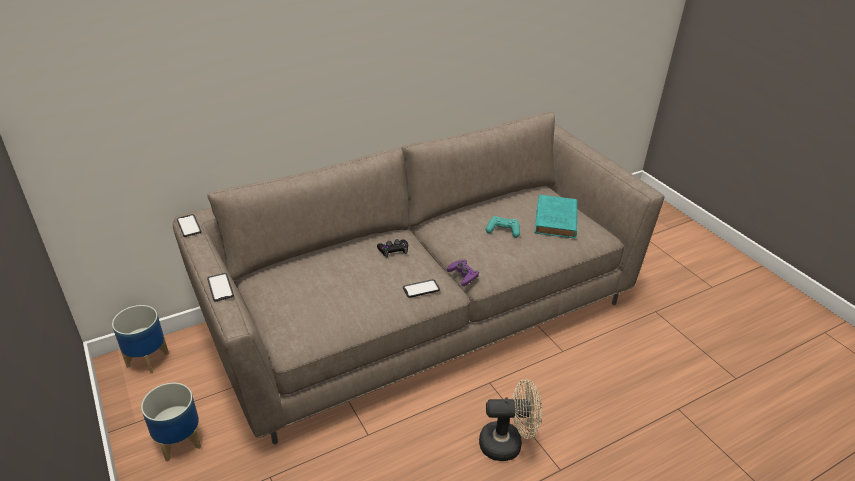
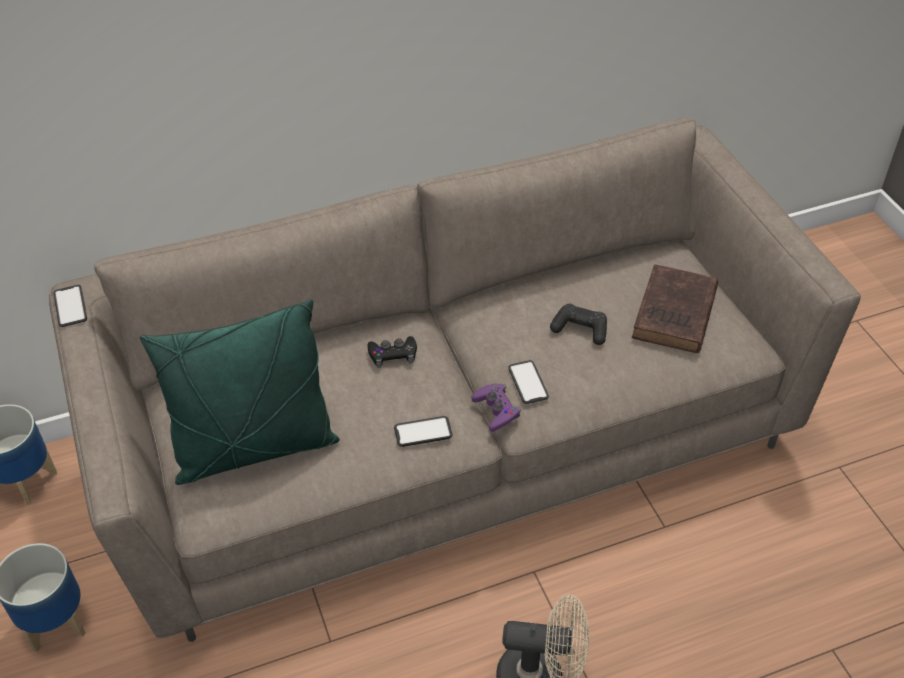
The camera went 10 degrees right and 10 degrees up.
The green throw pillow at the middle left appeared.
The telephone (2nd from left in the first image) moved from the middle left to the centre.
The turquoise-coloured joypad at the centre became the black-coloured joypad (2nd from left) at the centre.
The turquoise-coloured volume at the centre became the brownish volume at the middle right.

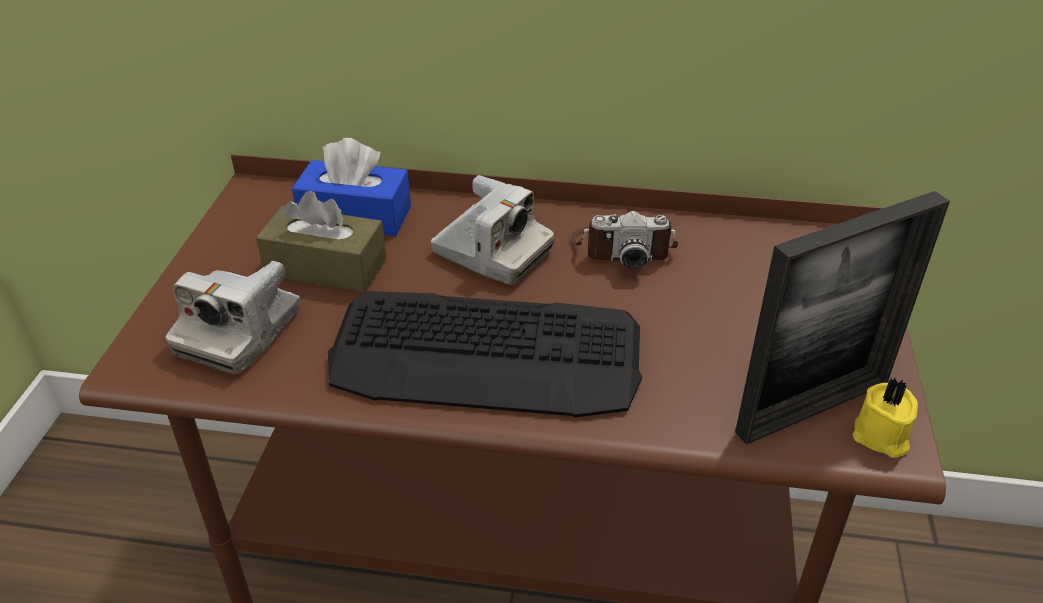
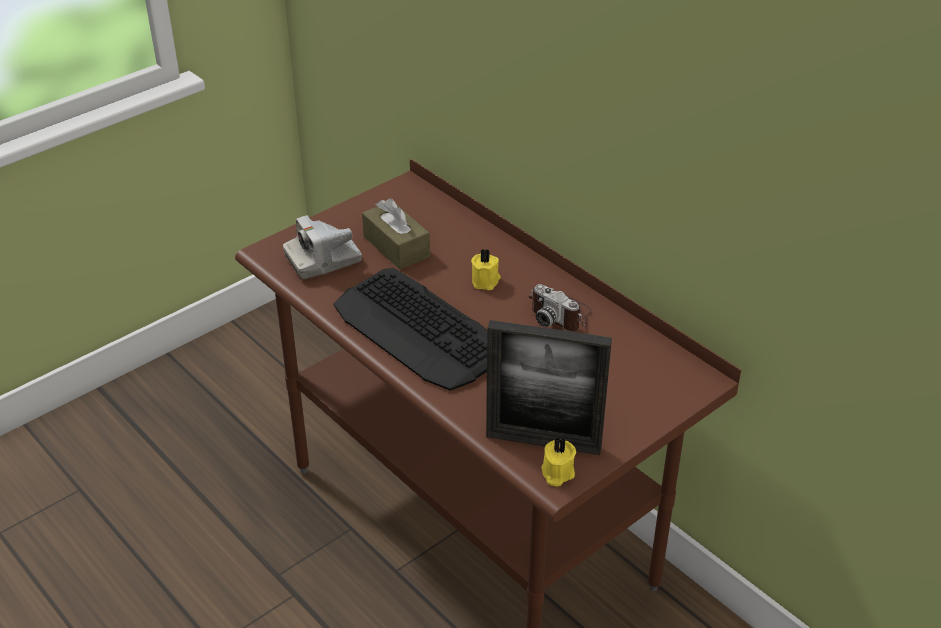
The camera went 40 degrees right and 0 degrees up.
The blue-coloured tissue holder at the top centre disappeared.
The photo camera (2nd from left) at the centre was replaced by the yellow wax light (1st from left) at the centre.

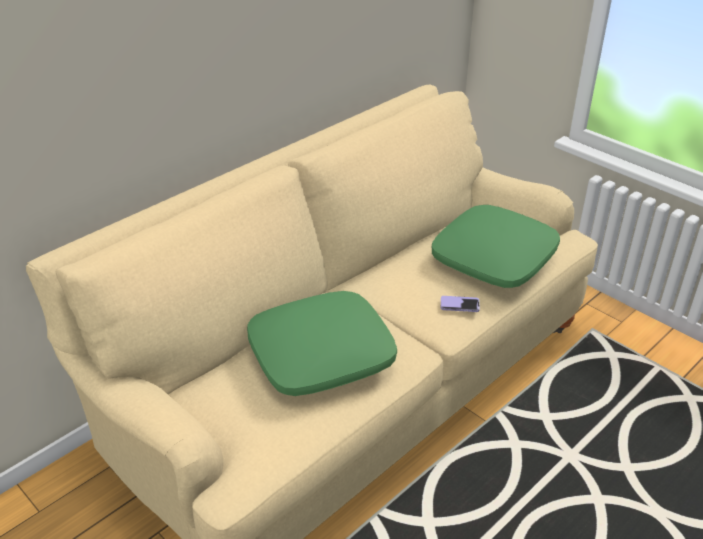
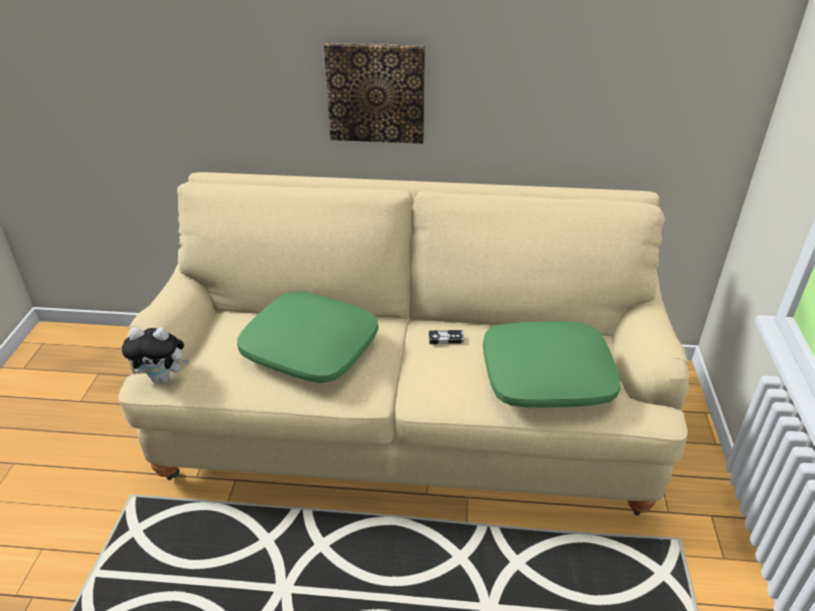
The camera went 50 degrees right and 0 degrees up.
The telephone at the centre disappeared.
The cuddly toy at the middle left appeared.
The wall picture at the top centre appeared.
The joypad at the centre appeared.

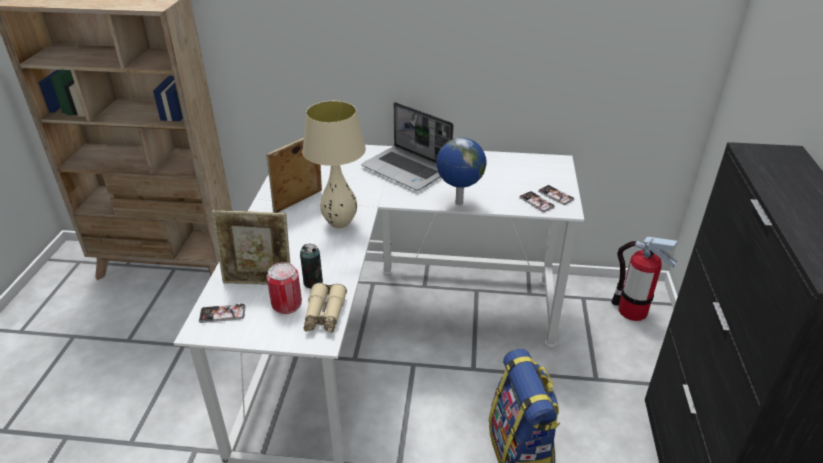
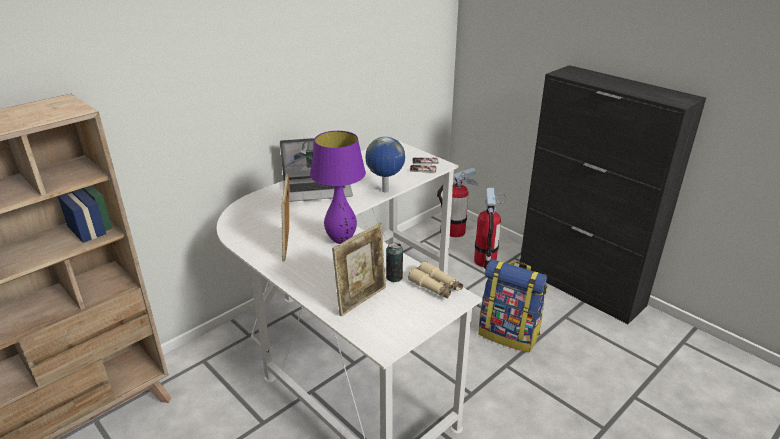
The camera went 50 degrees left and 5 degrees down.
The telephone (1st from left) at the bottom left disappeared.
The metal can (1st from left) at the centre disappeared.
The fire-fighting cylinder (2nd from left) at the centre appeared.
The beige tabletop lamp at the centre became the purple tabletop lamp at the centre.

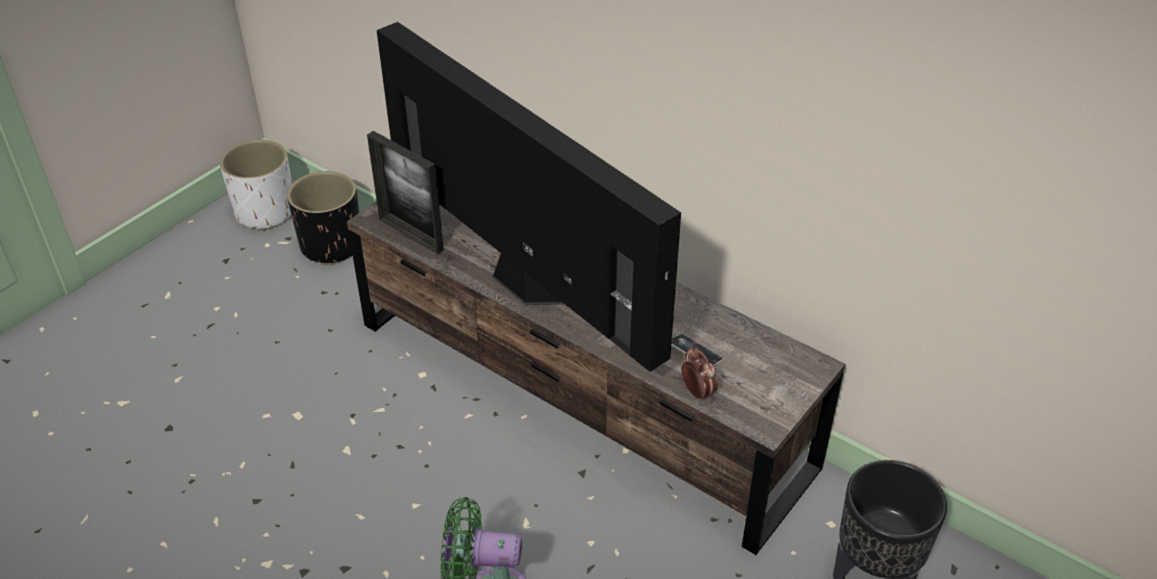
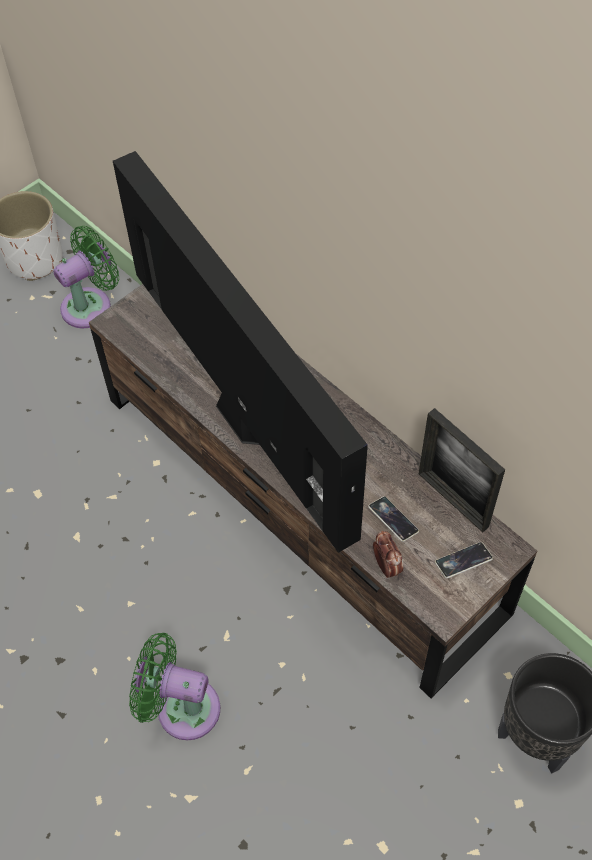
The camera went 10 degrees right and 15 degrees up.
The telephone (2nd from left) at the middle right appeared.
The standing frame moved from the top centre to the middle right.
The black-coloured plant pot (1st from left) at the middle left was replaced by the green cooling fan (1st from left) at the top left.

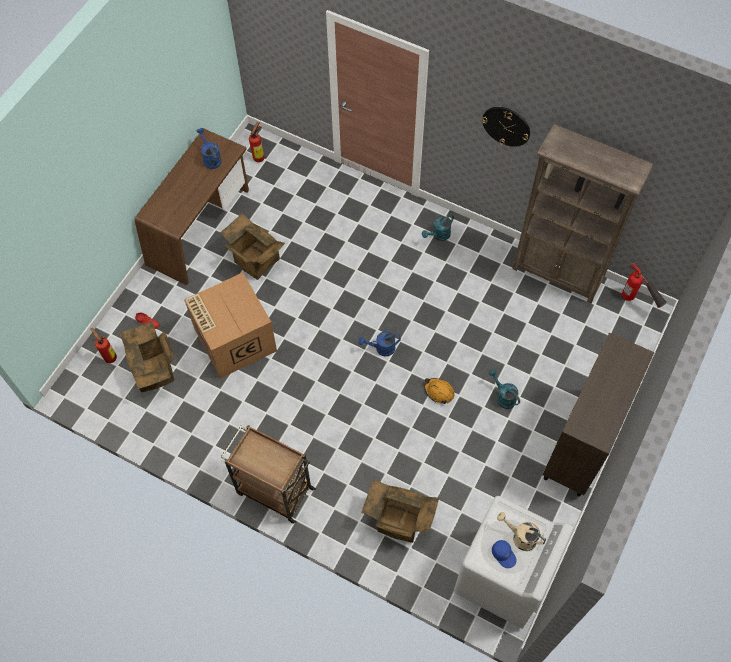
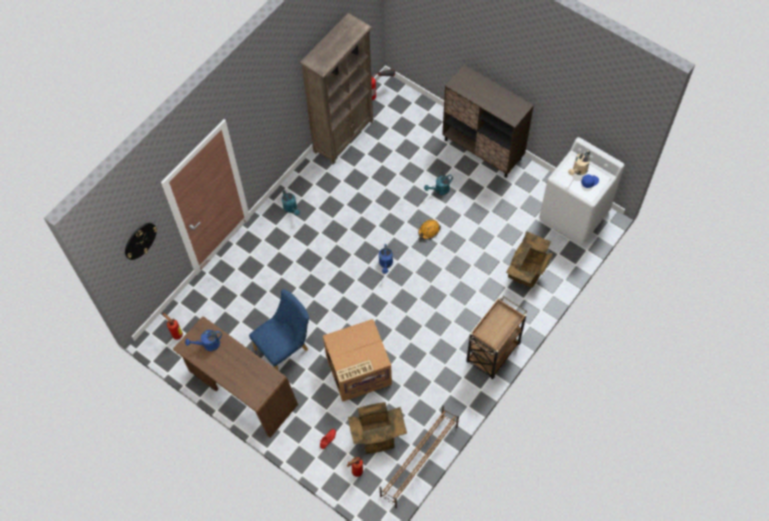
The camera went 80 degrees left and 0 degrees up.
The brownish shoe shelf at the bottom centre appeared.
The clock on the wall moved from the top right to the middle left.
The carton (3rd from left) at the centre was replaced by the blue-coloured upright chair at the centre.

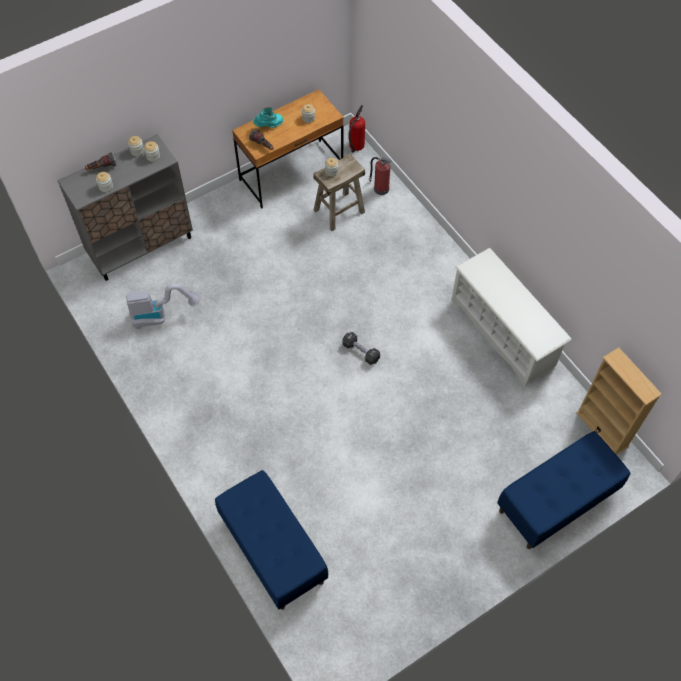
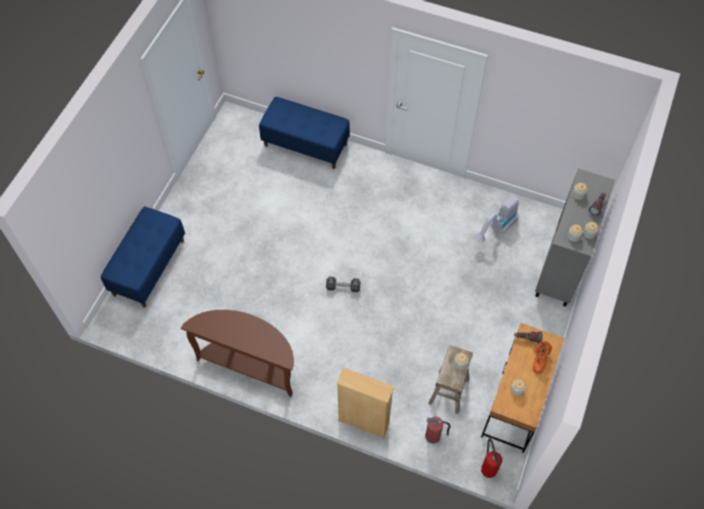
The camera went 145 degrees right and 0 degrees up.
The beige bookshelf moved from the middle right to the bottom centre.
The whitish shoe shelf at the middle right was replaced by the brownish narrow table at the bottom centre.
The turquoise-coloured high-top boot at the top centre became the orange high-top boot at the bottom right.

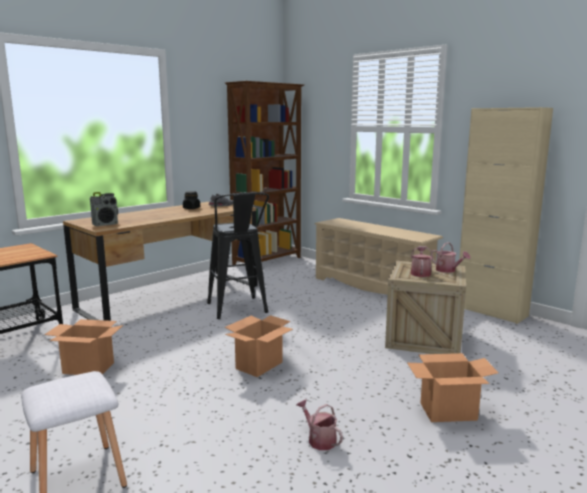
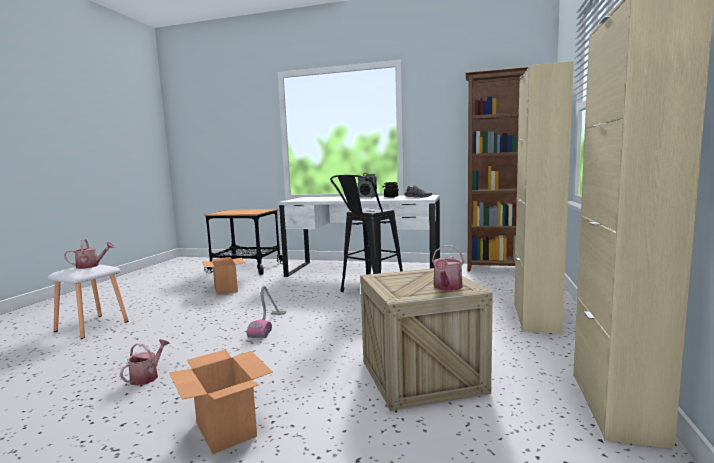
The camera went 60 degrees right and 5 degrees down.
The radio receiver moved from the middle left to the centre.
The watering pot (2nd from left in the first image) moved from the middle right to the middle left.
The carton (2nd from left) at the bottom centre was replaced by the hoover at the bottom centre.
The beige shoe shelf at the centre was replaced by the beige cabinet (1st from left) at the middle right.
The brownish desk table at the middle left became the whitish desk table at the centre.

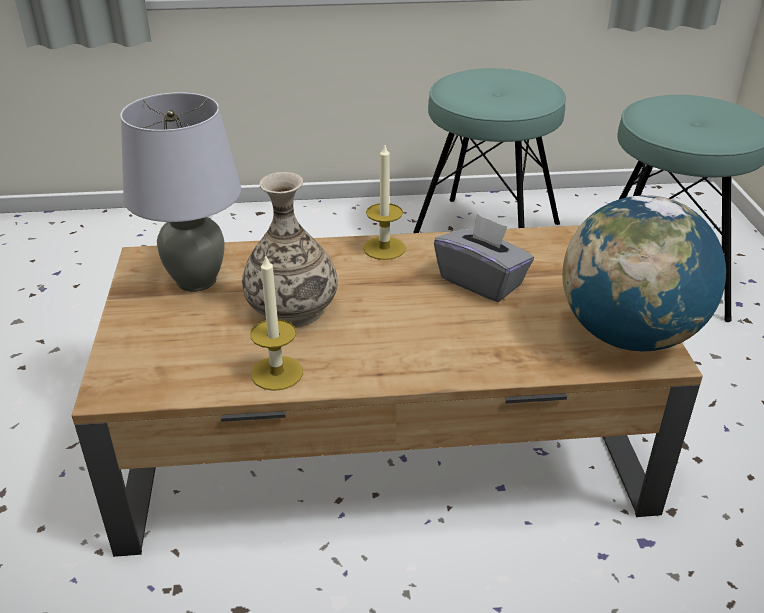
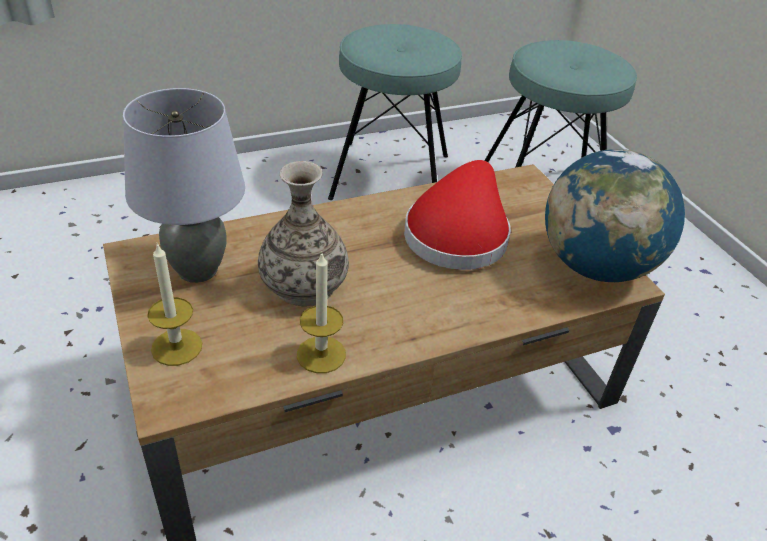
The camera went 20 degrees left and 5 degrees up.
The wax light (2nd from left in the first image) moved from the top centre to the middle left.
The gray tissue holder at the centre was replaced by the reddish wearable hat at the centre.

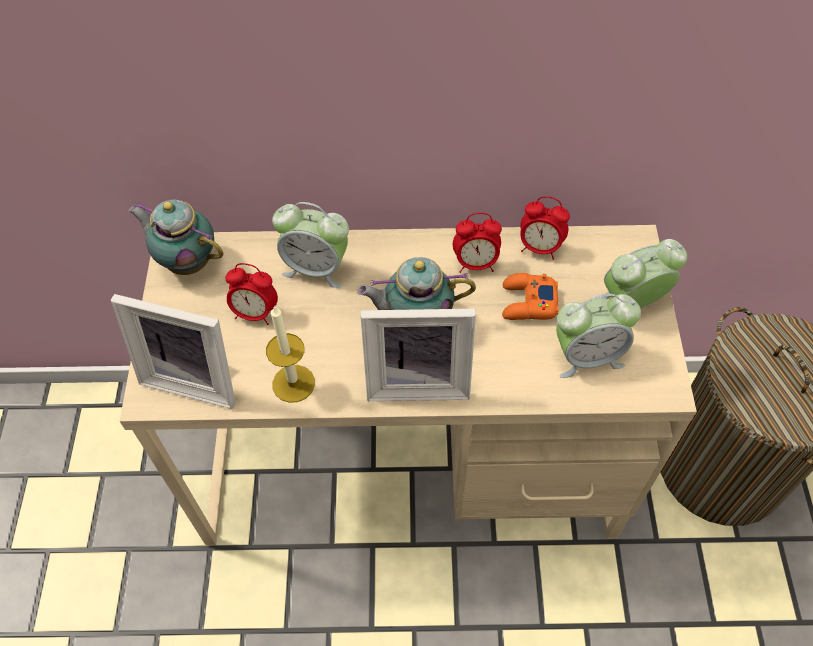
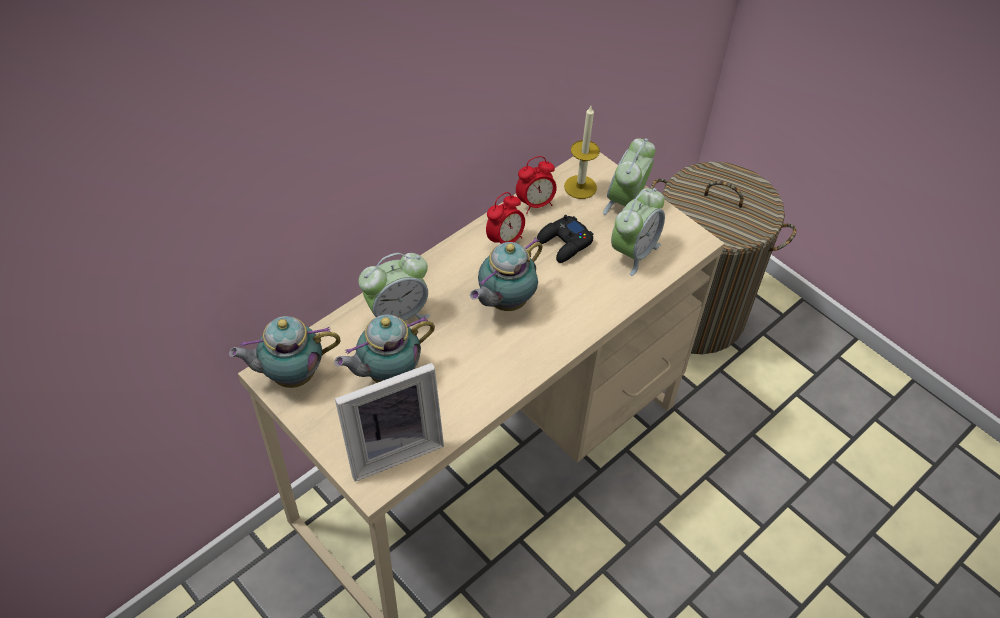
The camera went 45 degrees left and 5 degrees down.
The standing frame (2nd from left) at the centre disappeared.
The wax light moved from the centre to the top centre.
The bedside clock (1st from left) at the middle left was replaced by the pot for tea (2nd from left) at the centre.
The orange joypad at the centre became the black-coloured joypad at the centre.

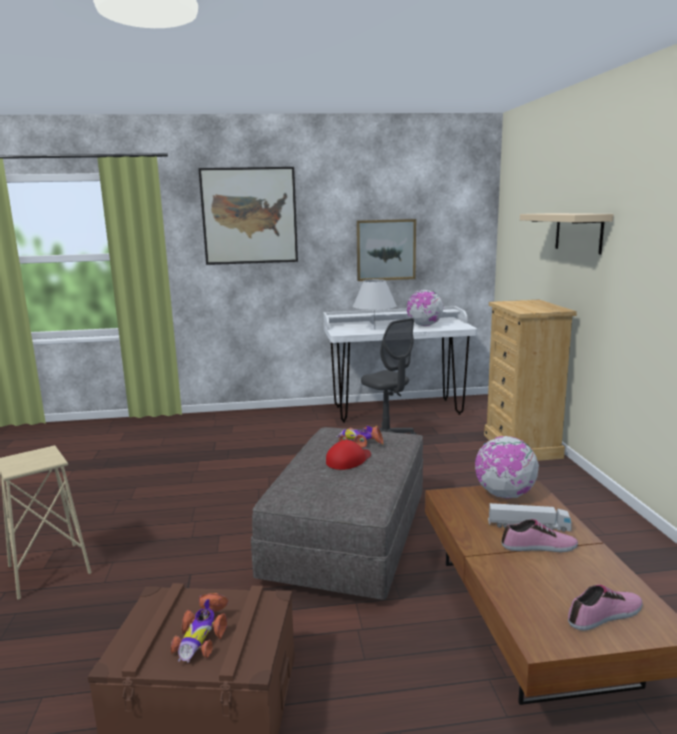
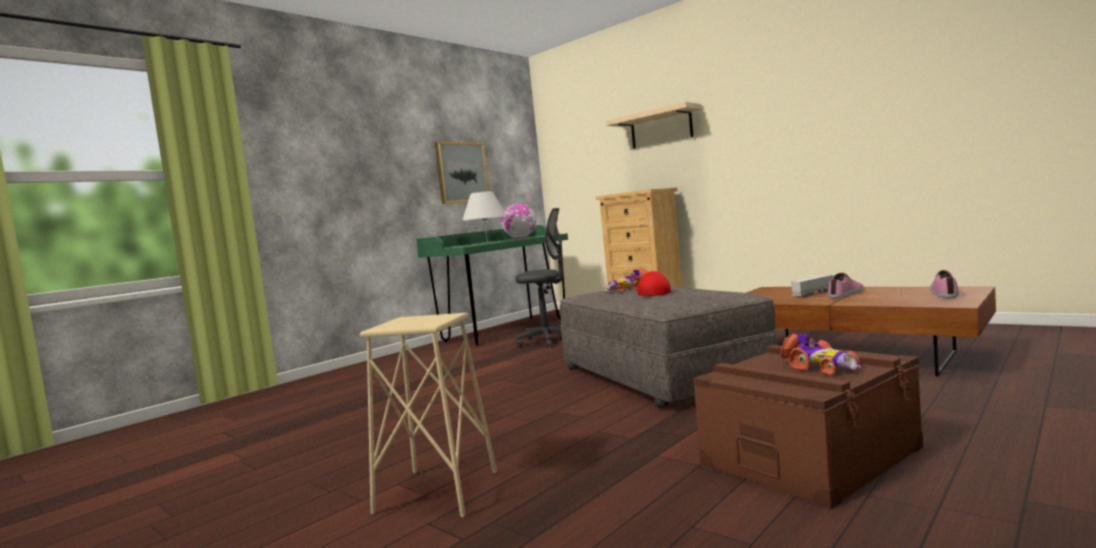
The camera went 40 degrees left and 10 degrees down.
The wall picture (1st from left) at the top centre disappeared.
The desk globe (2nd from left) at the middle right disappeared.
The whitish desk table at the centre became the green desk table at the centre.

